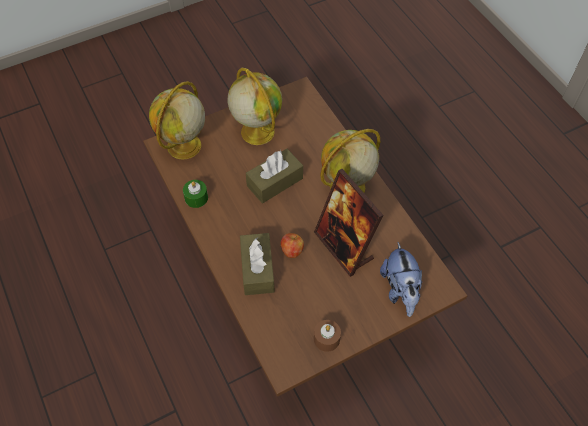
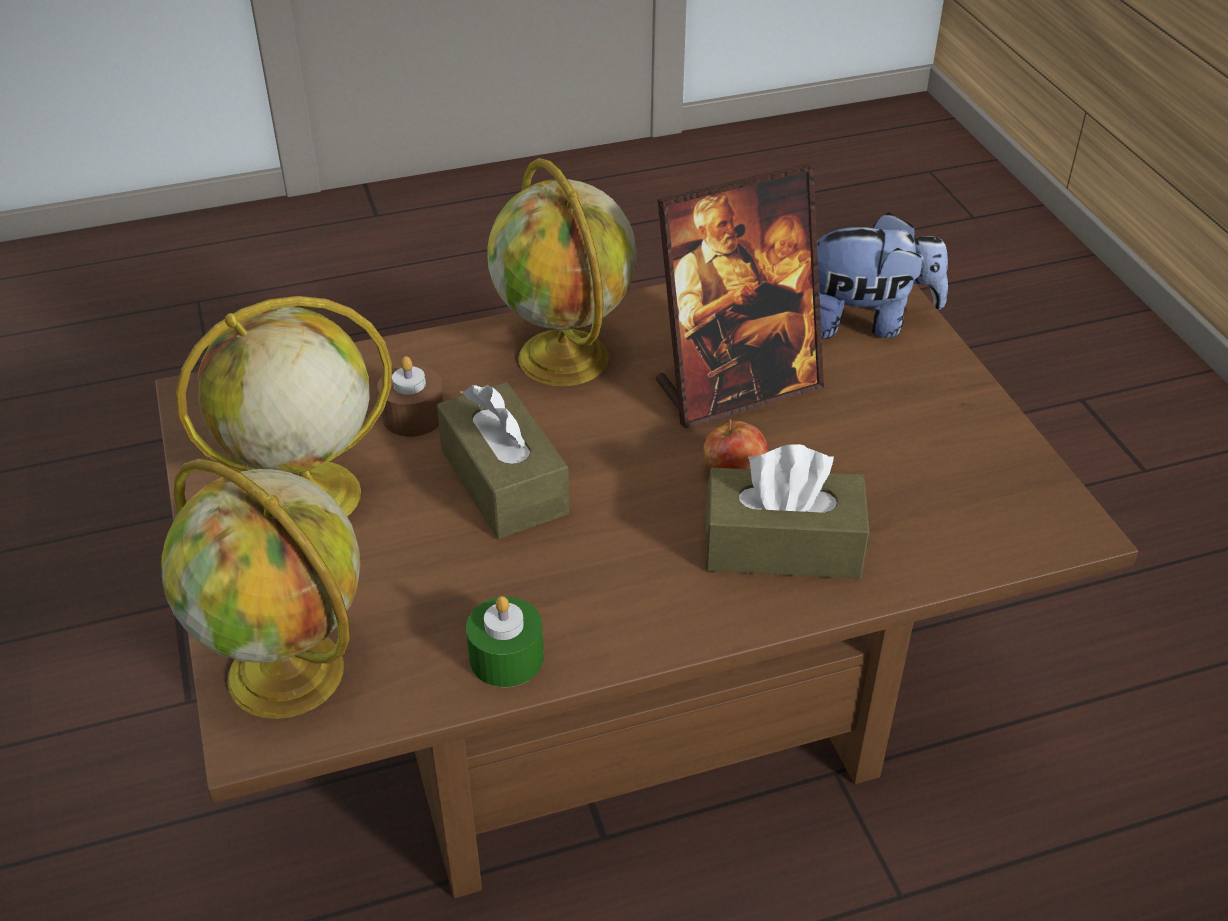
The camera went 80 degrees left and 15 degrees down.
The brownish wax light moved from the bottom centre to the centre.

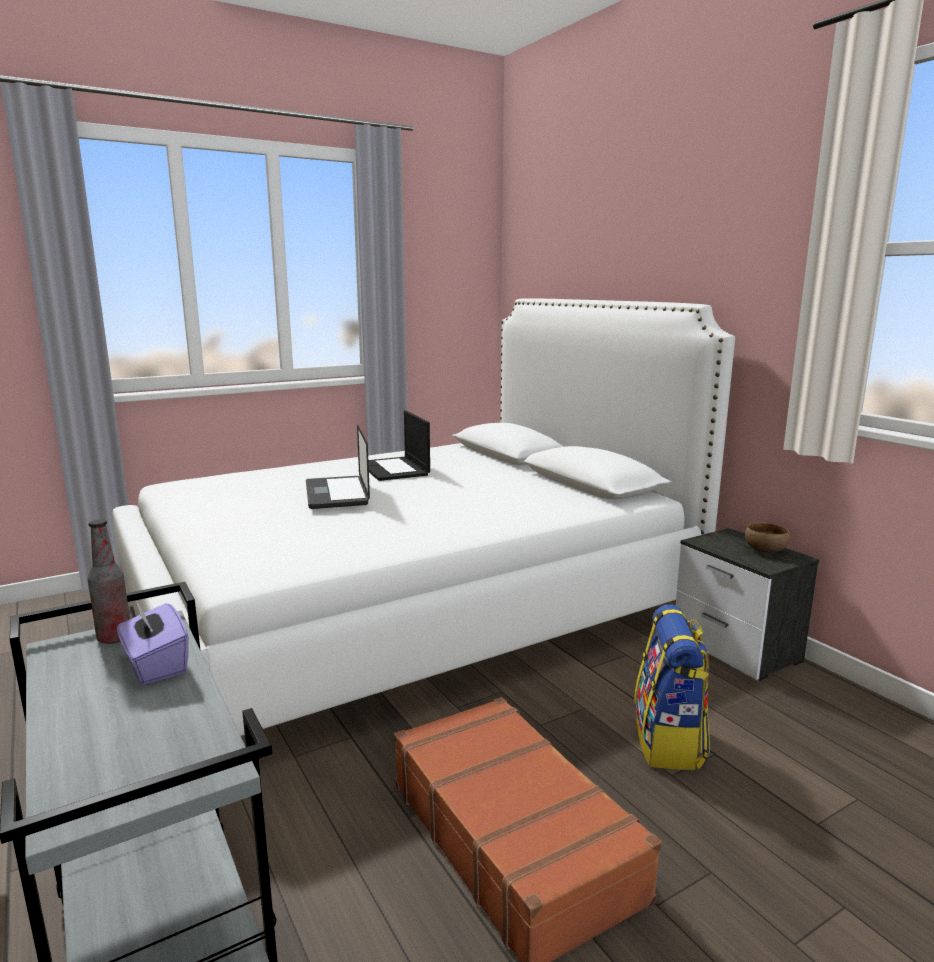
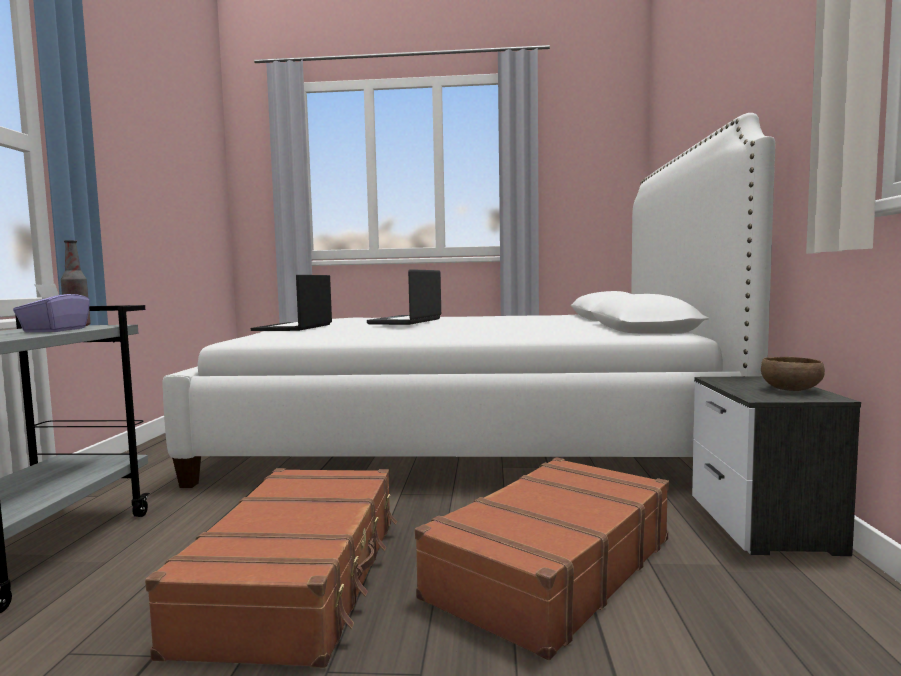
The camera went 35 degrees right and 10 degrees down.
The portable computer (2nd from left in the first image) moved from the centre to the middle left.
The backpack at the bottom right was replaced by the brownish travel case (2nd from left) at the bottom centre.

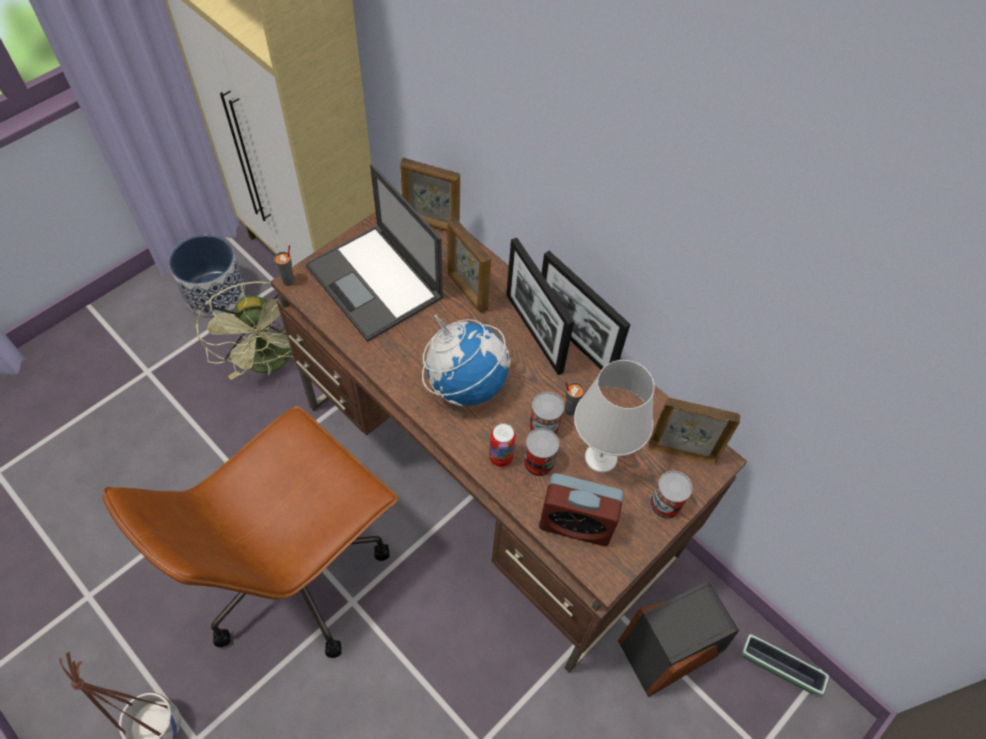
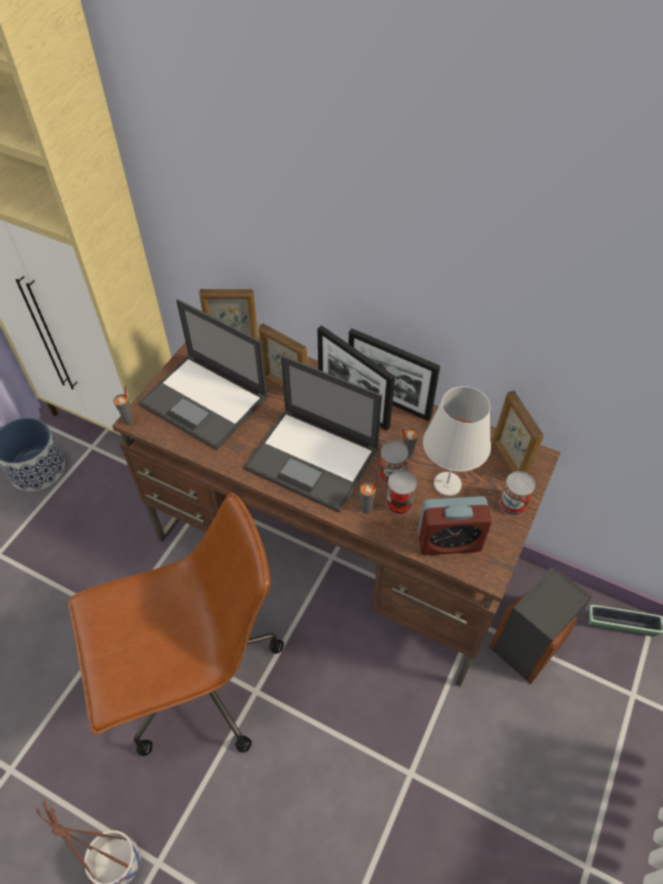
The camera went 15 degrees left and 5 degrees down.
The green cooling fan at the middle left disappeared.
The desk globe at the centre was replaced by the portable computer (2nd from left) at the centre.
The metal can (1st from left) at the centre was replaced by the gray cup (2nd from left) at the centre.
The brownish computer chair at the bottom left turned 135 degrees counterclockwise.
The standing frame (5th from left) at the middle right turned 105 degrees counterclockwise.

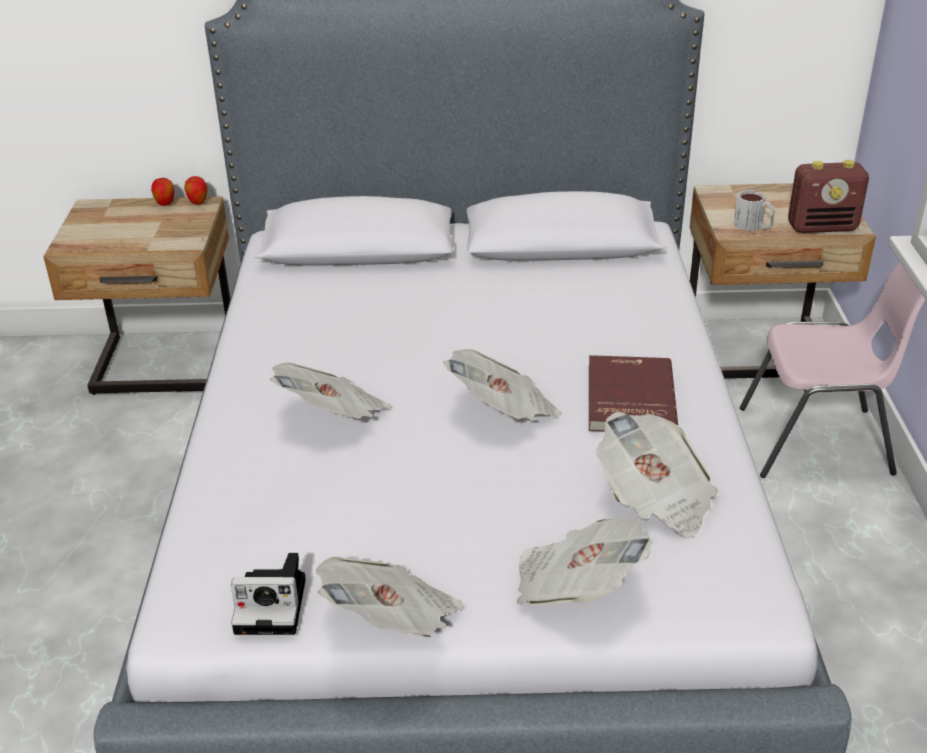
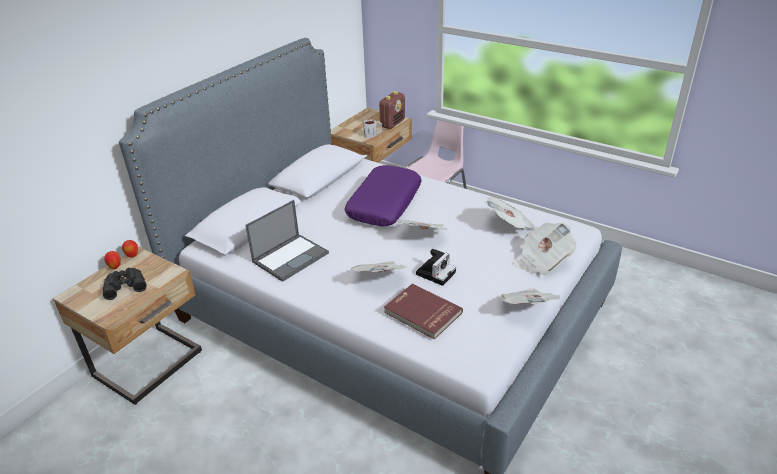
The camera went 55 degrees left and 0 degrees up.
The black-coloured field glasses at the middle left appeared.
The portable computer at the centre appeared.
The purple throw pillow at the centre appeared.
The photo camera moved from the bottom left to the centre.
The reddish volume moved from the middle right to the centre.

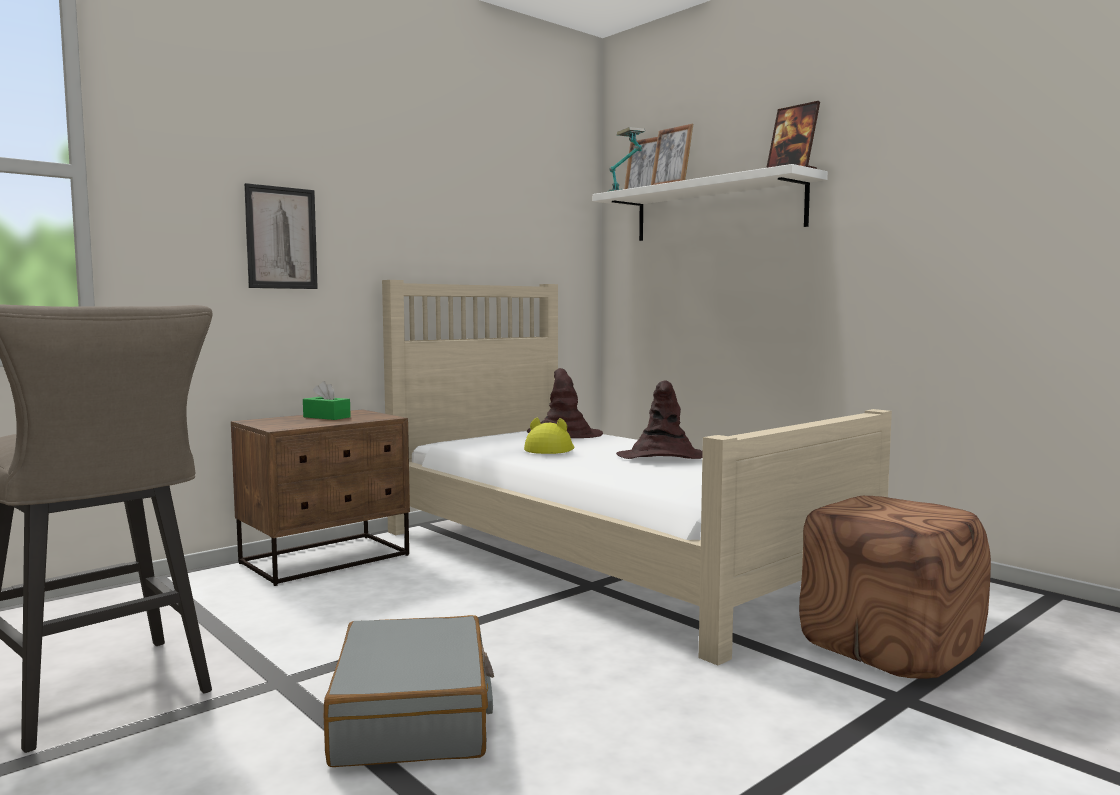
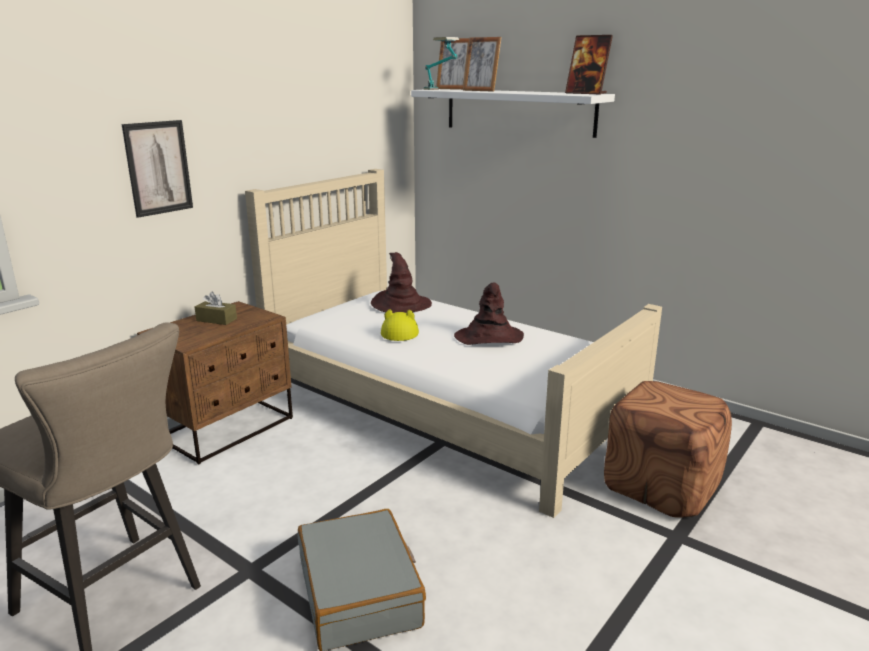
The camera went 10 degrees left and 15 degrees up.
The green tissue holder at the middle left became the brownish tissue holder at the middle left.

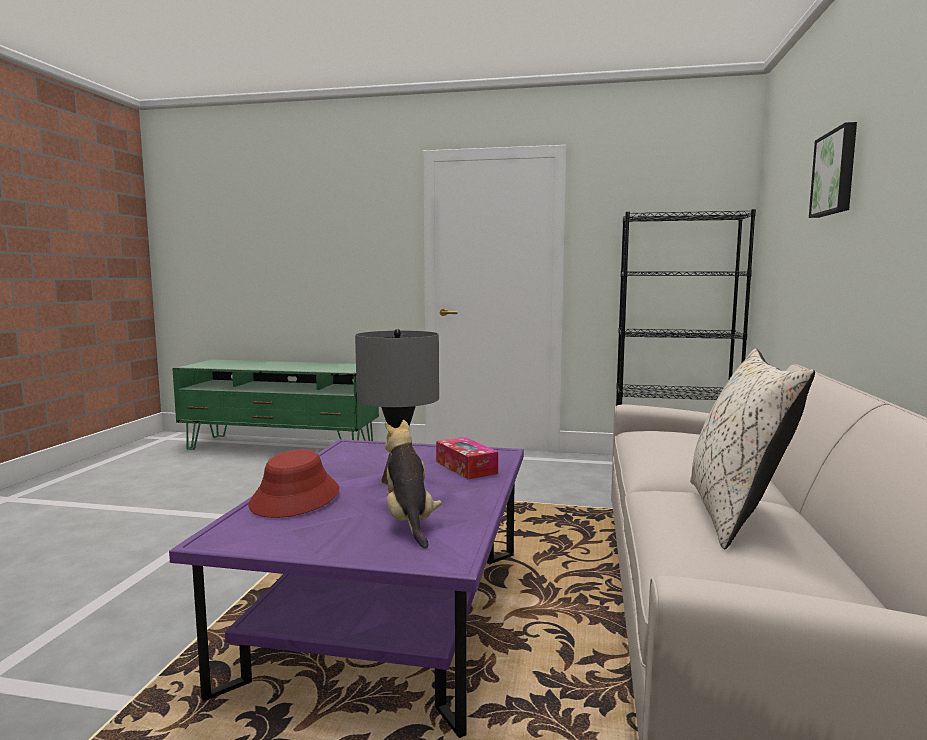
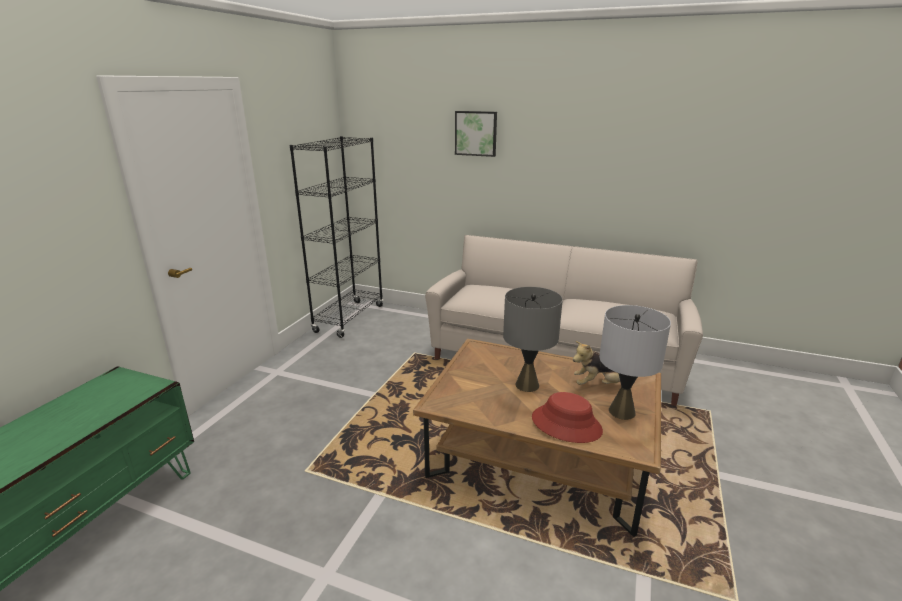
The camera went 80 degrees left and 15 degrees up.
The tissue holder at the centre disappeared.
The beige throw pillow at the middle right disappeared.
The gray tabletop lamp (2nd from left) at the middle right appeared.
The purple lounge table at the bottom centre became the brownish lounge table at the bottom centre.

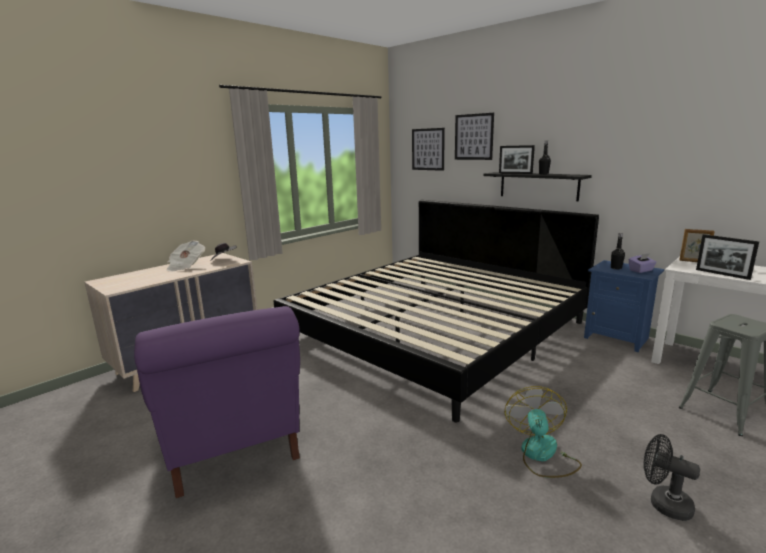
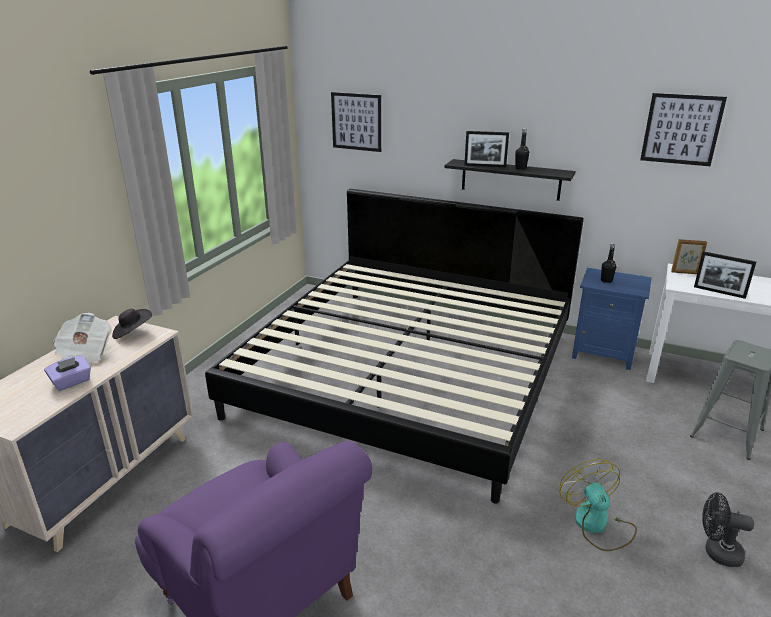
The camera went 20 degrees left and 10 degrees up.
The wall picture (2nd from left) moved from the top centre to the top right.
The purple tissue holder moved from the middle right to the middle left.

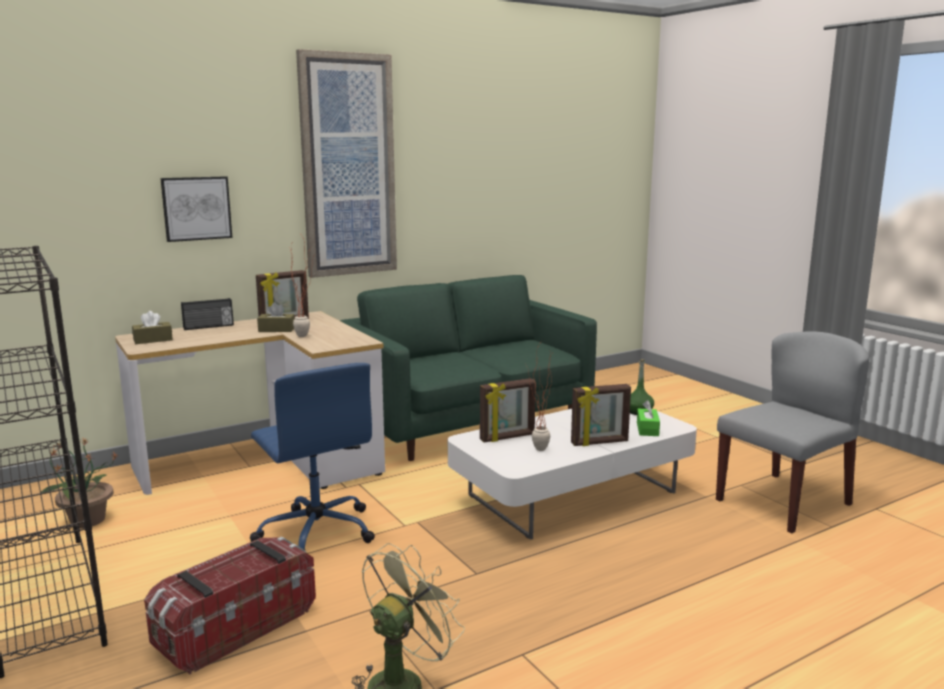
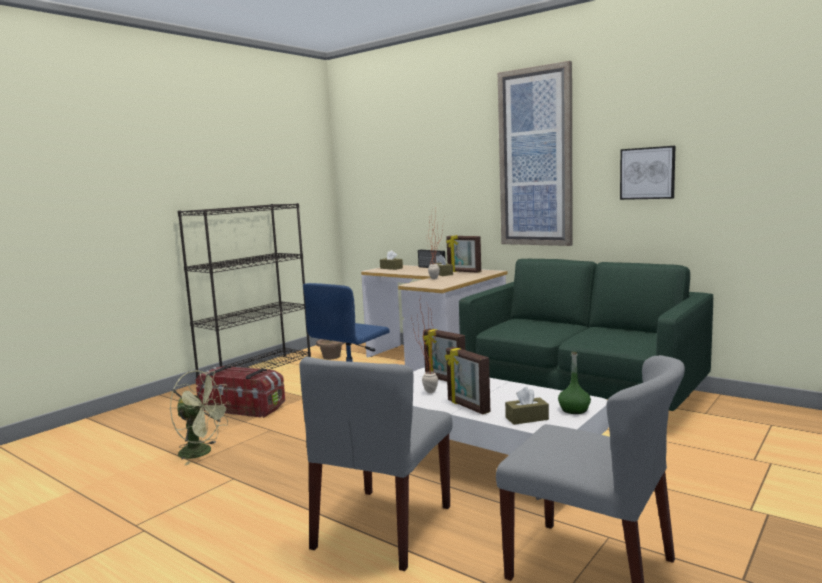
The camera went 70 degrees right and 5 degrees down.
The gray upright chair (1st from left) at the bottom centre appeared.
The wall picture (1st from left in the first image) moved from the top left to the top right.
The green tissue holder at the middle right became the brownish tissue holder (3rd from left) at the bottom centre.

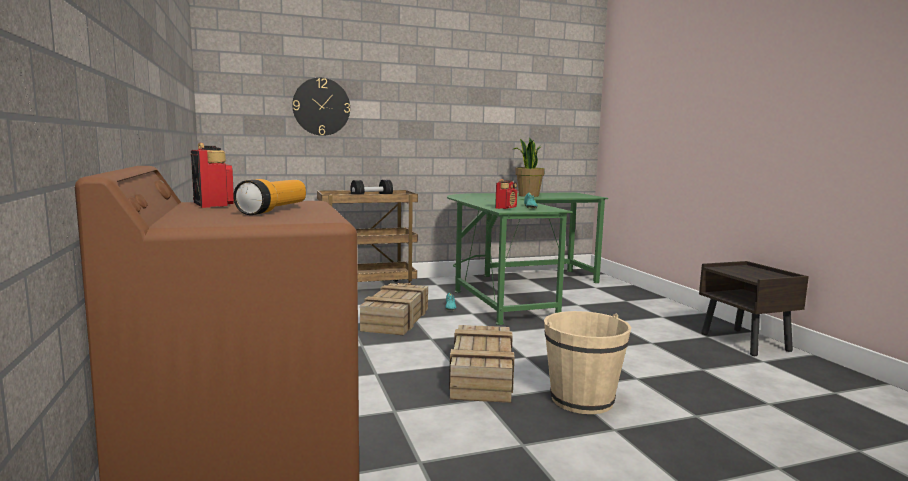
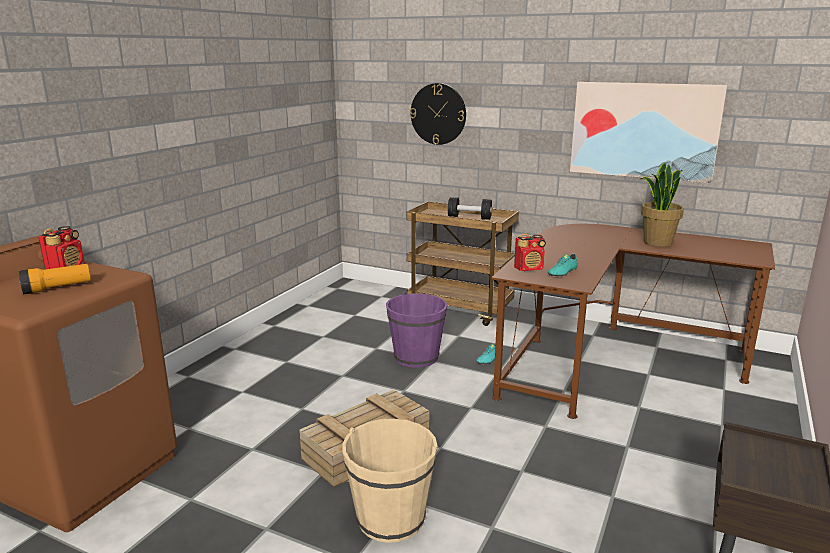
The camera went 45 degrees right and 10 degrees up.
The wall picture at the top right appeared.
The crate (1st from left) at the centre was replaced by the purple water bucket at the centre.
The green desk table at the centre became the brownish desk table at the middle right.

